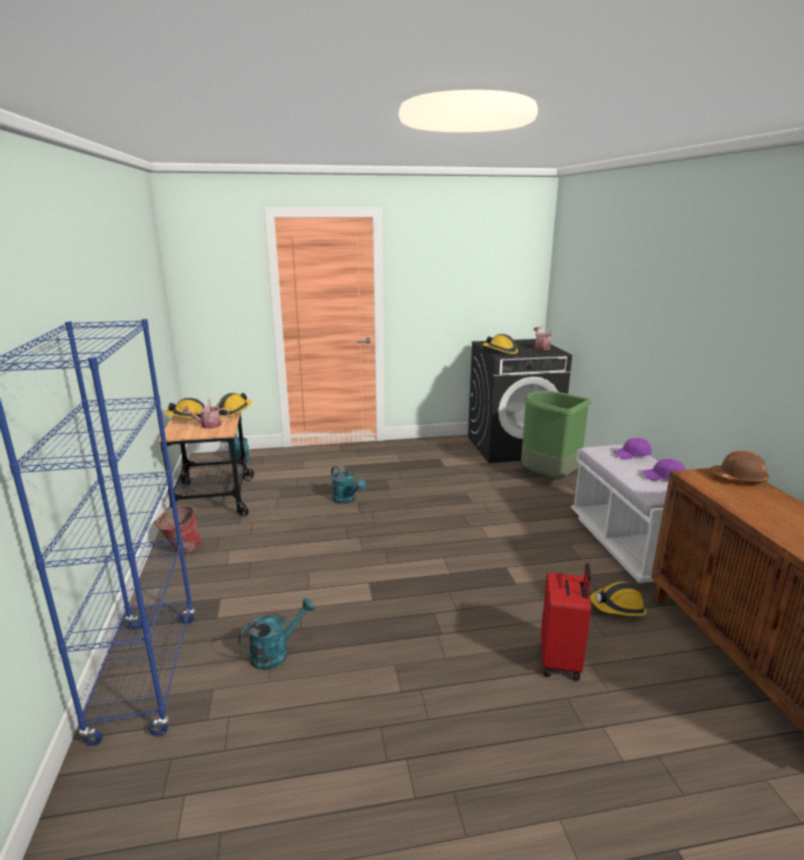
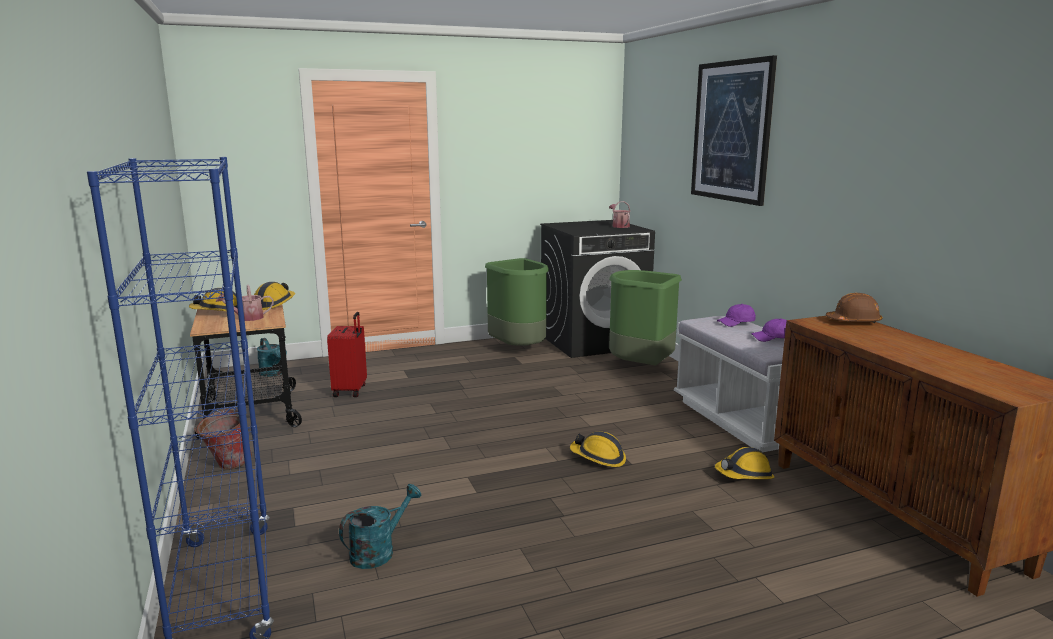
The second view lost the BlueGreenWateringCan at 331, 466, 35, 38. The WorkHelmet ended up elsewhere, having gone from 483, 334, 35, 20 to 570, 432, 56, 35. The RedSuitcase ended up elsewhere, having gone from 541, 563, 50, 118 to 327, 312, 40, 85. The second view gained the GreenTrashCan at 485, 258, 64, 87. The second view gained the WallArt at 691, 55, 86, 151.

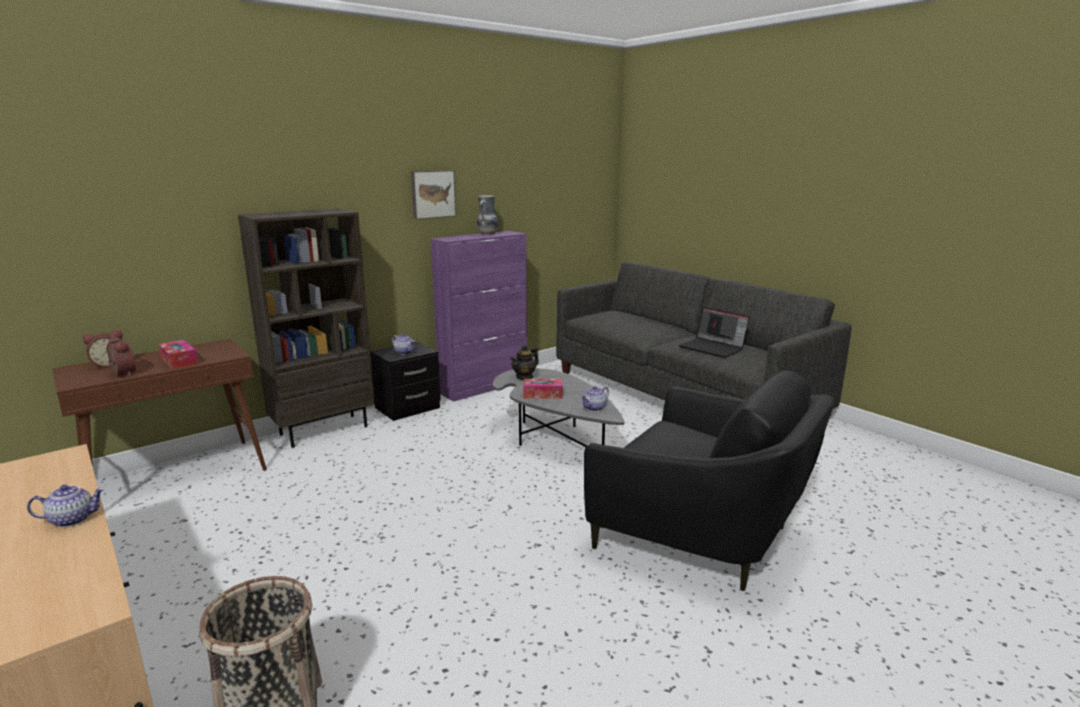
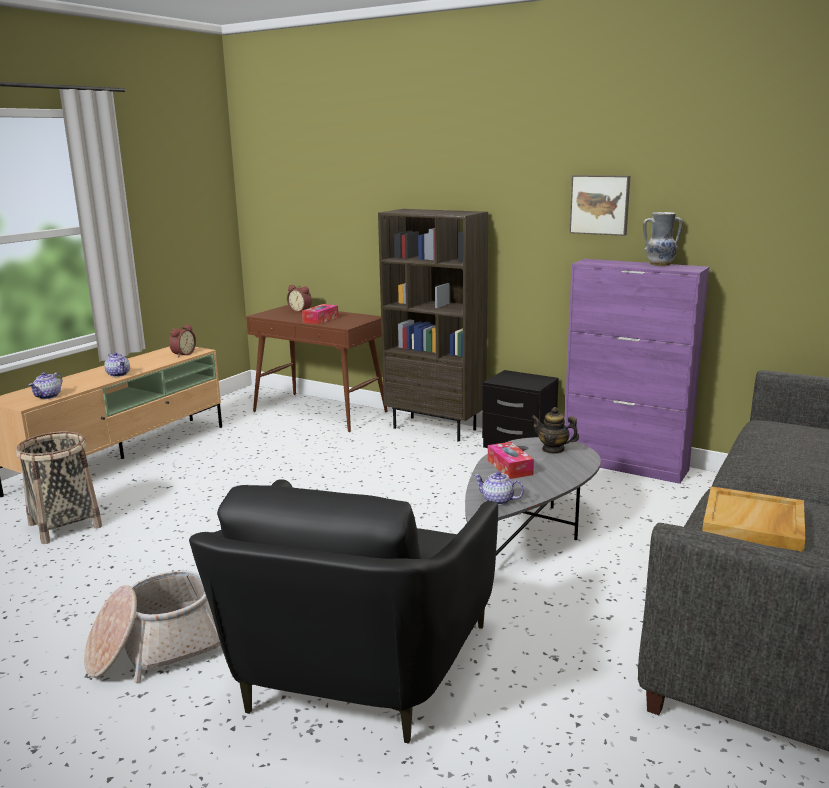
The AlarmClock ended up elsewhere, having gone from 107, 336, 29, 40 to 169, 324, 27, 33. The PotForTea ended up elsewhere, having gone from 392, 334, 23, 21 to 29, 372, 33, 27. Where the PortableComputer stood at 679, 307, 71, 51, the BeigeColouredServingTray came to stand at 702, 486, 104, 66. The second view gained the HouseholdBasket at 84, 571, 138, 112.

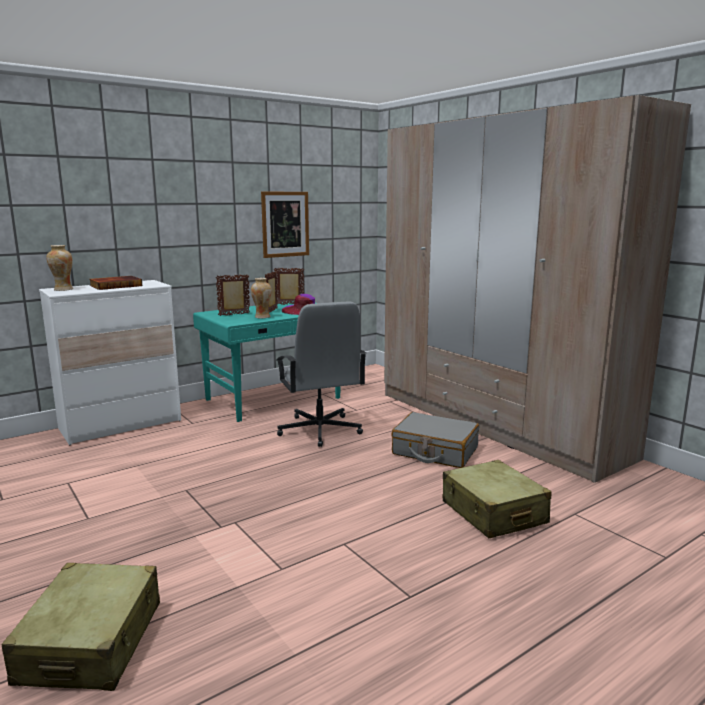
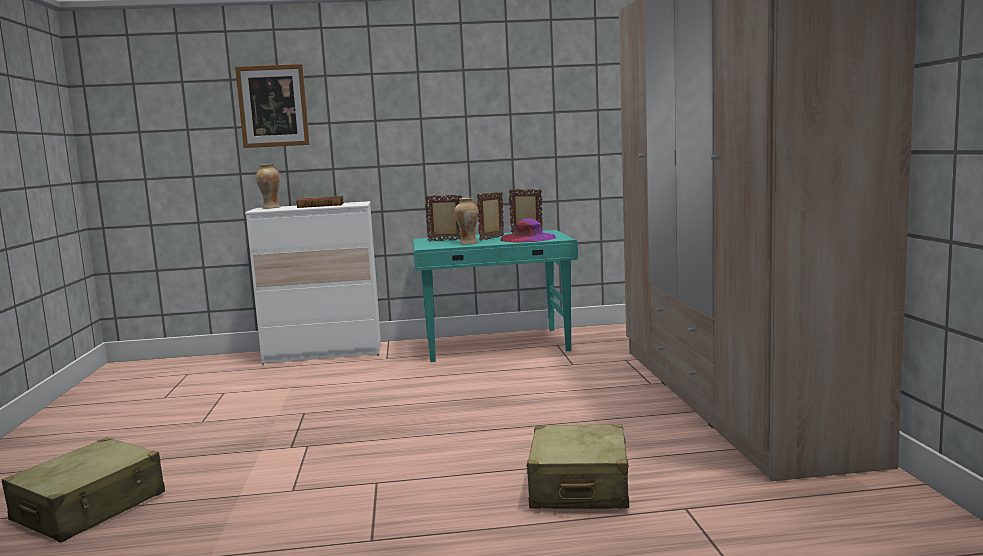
The WallArt ended up elsewhere, having gone from 261, 192, 48, 66 to 235, 64, 75, 84. The second view lost the GrayDeskChair at 276, 302, 91, 145. The second view lost the GraySuitcase at 391, 412, 88, 56.

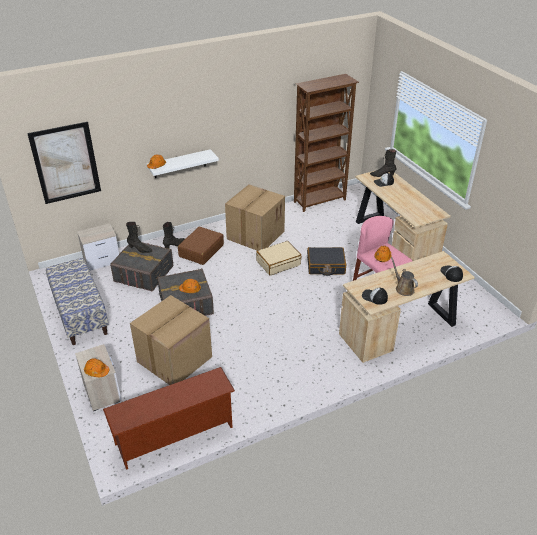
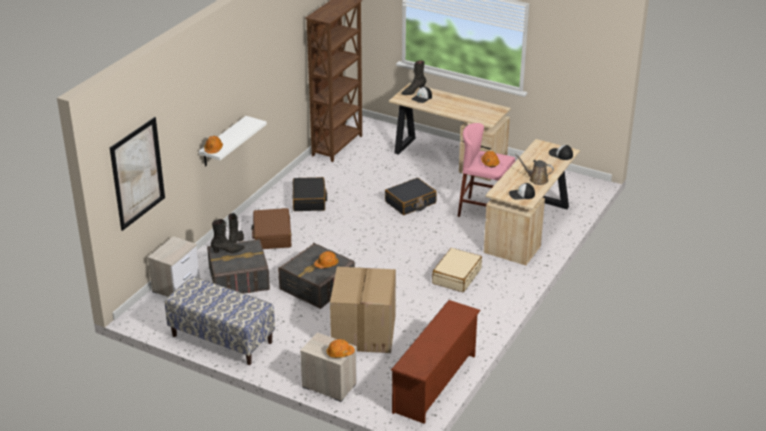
Where the Carton stood at 225, 184, 60, 67, the BlackColouredSuitcase came to stand at 292, 177, 35, 34. The BeigeColouredSuitcase ended up elsewhere, having gone from 256, 241, 45, 35 to 432, 248, 50, 44.

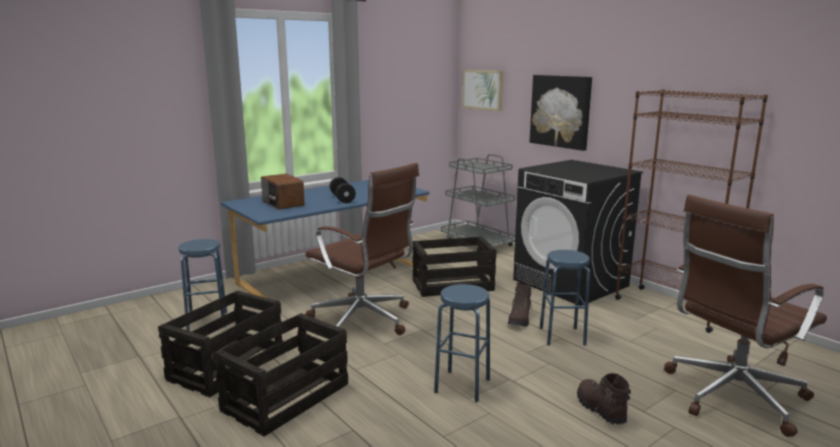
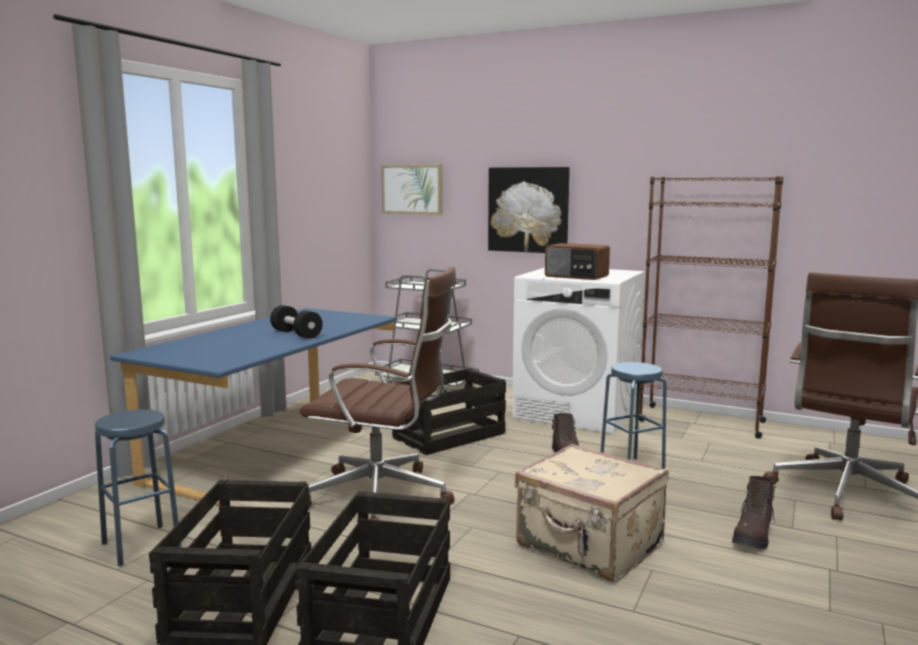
The RadioReceiver ended up elsewhere, having gone from 261, 174, 44, 35 to 545, 243, 65, 37. Where the BluishSittingStool stood at 434, 284, 56, 119, the BeigeColouredSuitcase came to stand at 515, 444, 154, 138. What was the BlackColouredLaundryMachine at 513, 160, 130, 146 turned into the WhitishLaundryMachine at 512, 268, 133, 166. The BrownishHighTopBoot at 577, 373, 54, 52 ended up facing another way, 105 degrees counterclockwise from before.

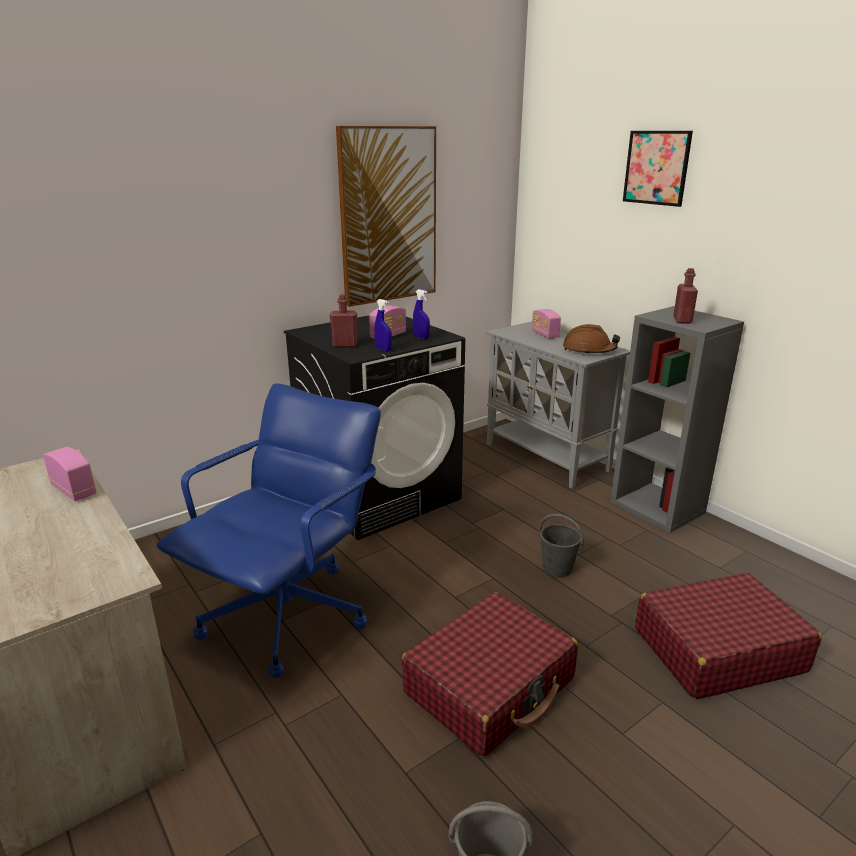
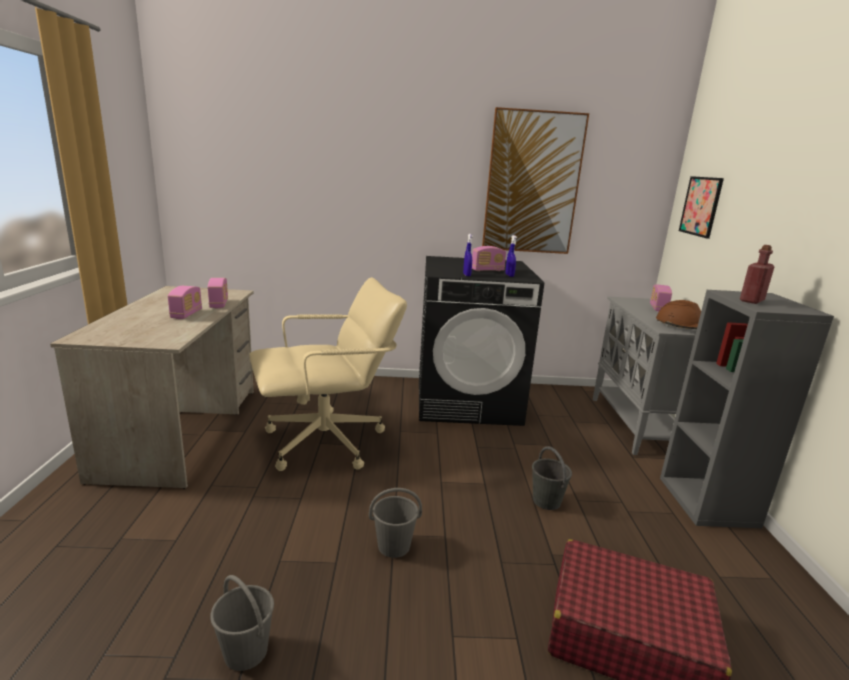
What was the BluishDeskChair at 156, 383, 225, 296 turned into the BeigeColouredDeskChair at 249, 277, 158, 194. The second view lost the RedBeverageBottle at 329, 294, 28, 53. Where the RedSuitcase stood at 402, 592, 176, 165, the GrayPail came to stand at 369, 488, 53, 70. The WallArt ended up elsewhere, having gone from 623, 131, 70, 76 to 679, 176, 45, 63. The second view gained the RadioReceiver at 168, 286, 34, 33.

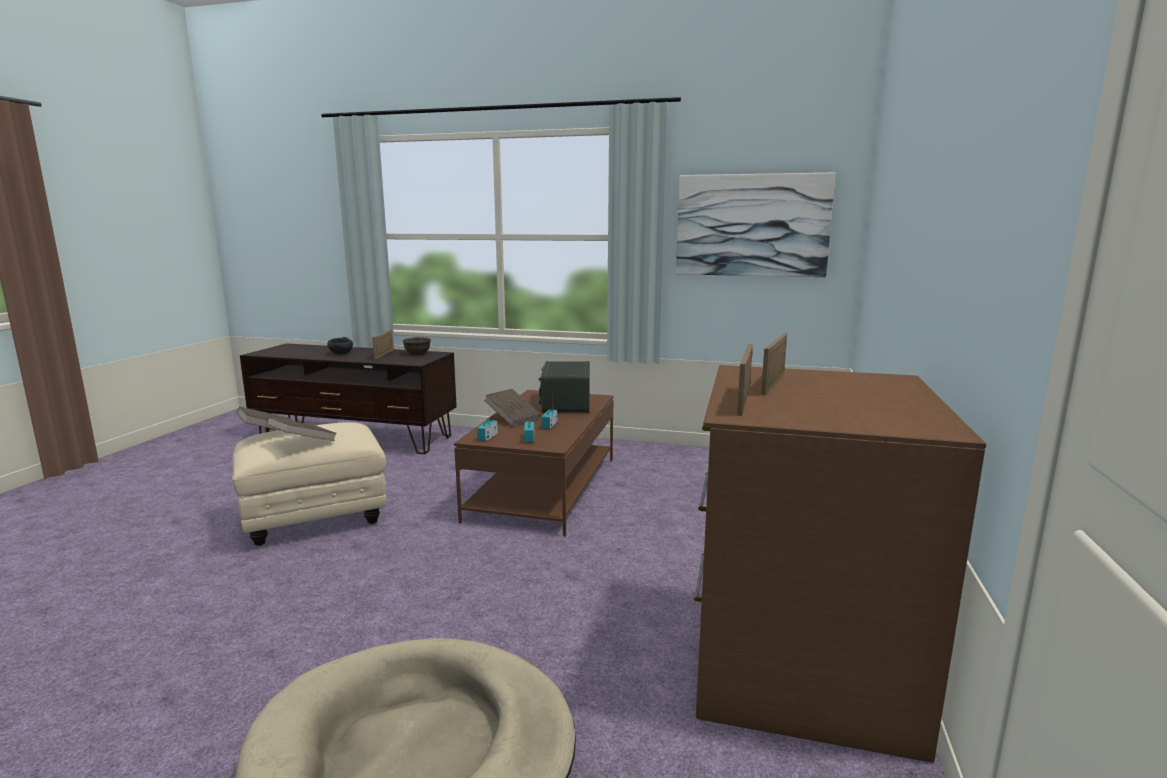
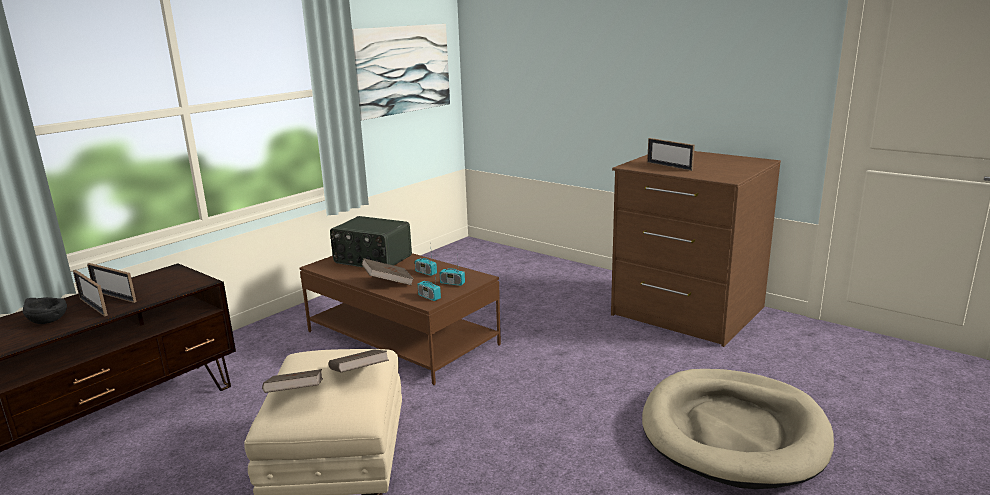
The second view lost the BrownishBowl at 403, 337, 28, 18. The PhotoFrame ended up elsewhere, having gone from 737, 344, 16, 72 to 73, 270, 35, 46.

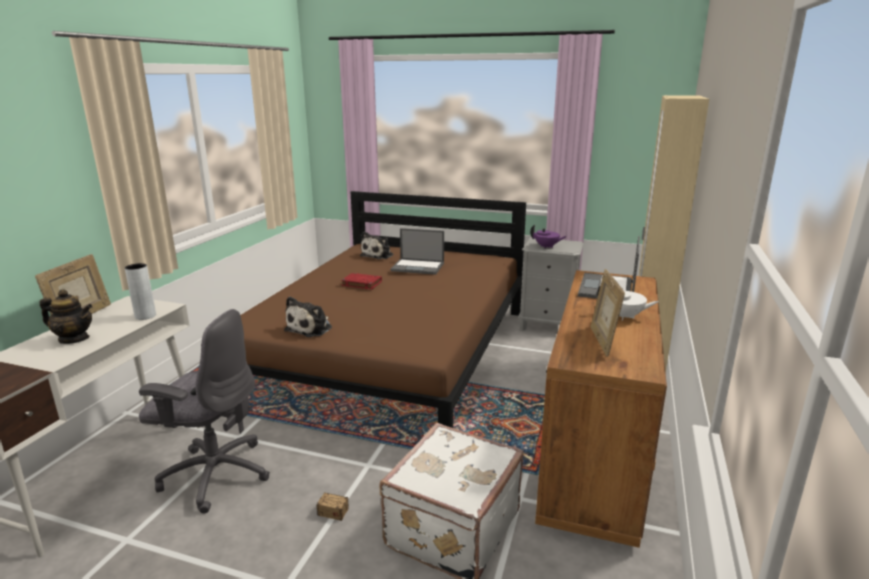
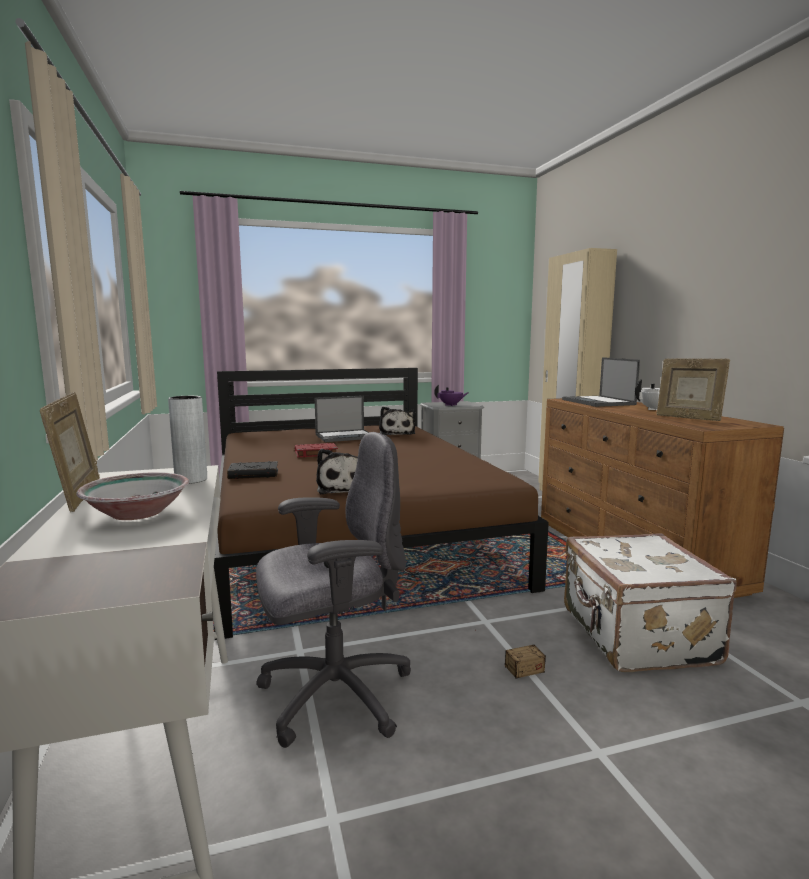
Where the PotForTea stood at 39, 289, 53, 55, the Bowl came to stand at 76, 472, 113, 48. The PlushToy ended up elsewhere, having gone from 360, 231, 33, 28 to 379, 407, 37, 28. The second view gained the BlackColouredBook at 227, 461, 51, 18.

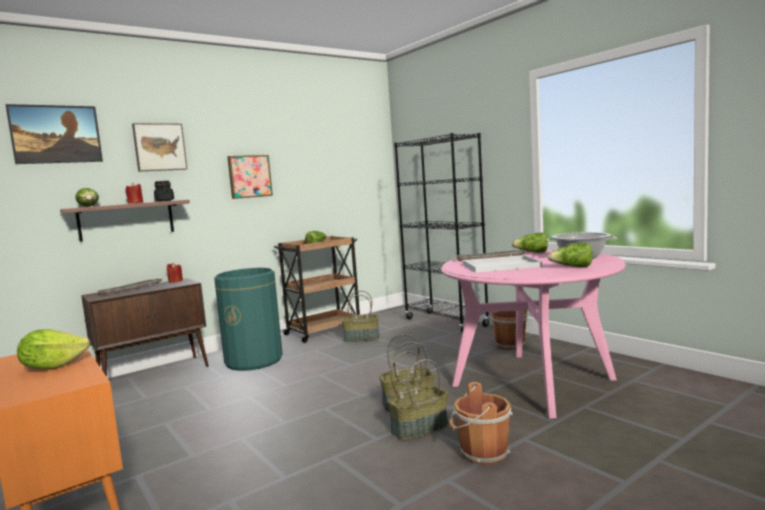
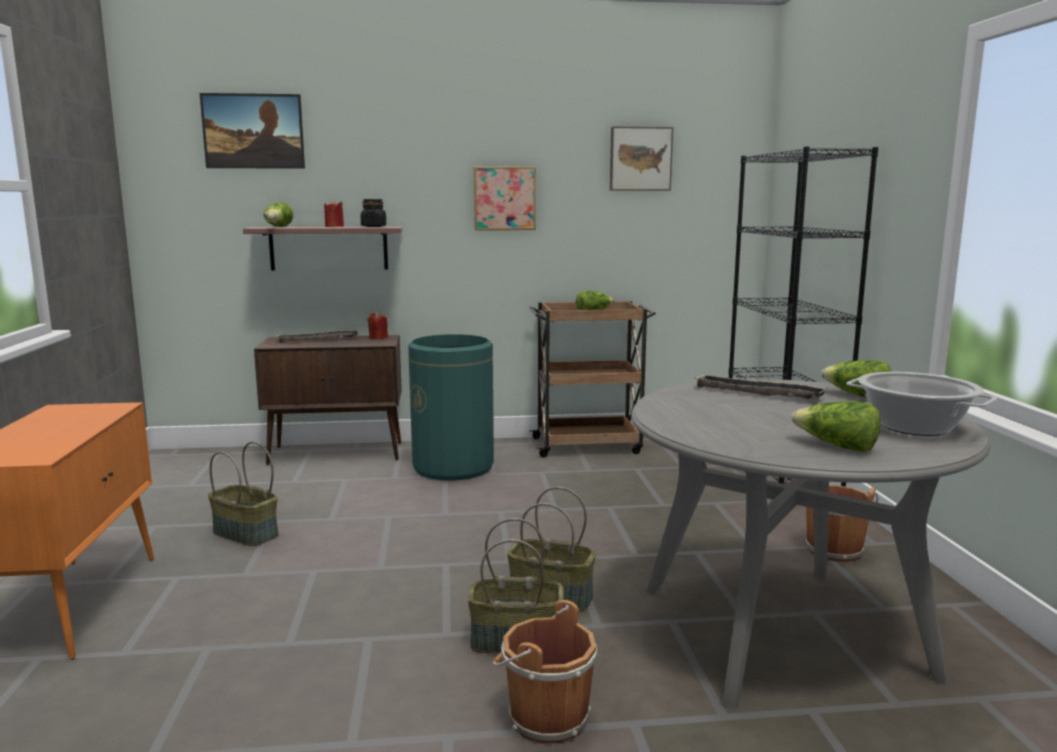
The second view lost the LettuceHead at 17, 329, 73, 40. The WallArt ended up elsewhere, having gone from 132, 123, 55, 49 to 610, 127, 63, 63. The HouseholdBasket ended up elsewhere, having gone from 342, 290, 37, 52 to 208, 441, 71, 105. What was the PinkishDinnerTable at 441, 250, 185, 168 turned into the GrayDinnerTable at 631, 379, 360, 331. The second view lost the WhitishServingTray at 463, 255, 79, 18.

